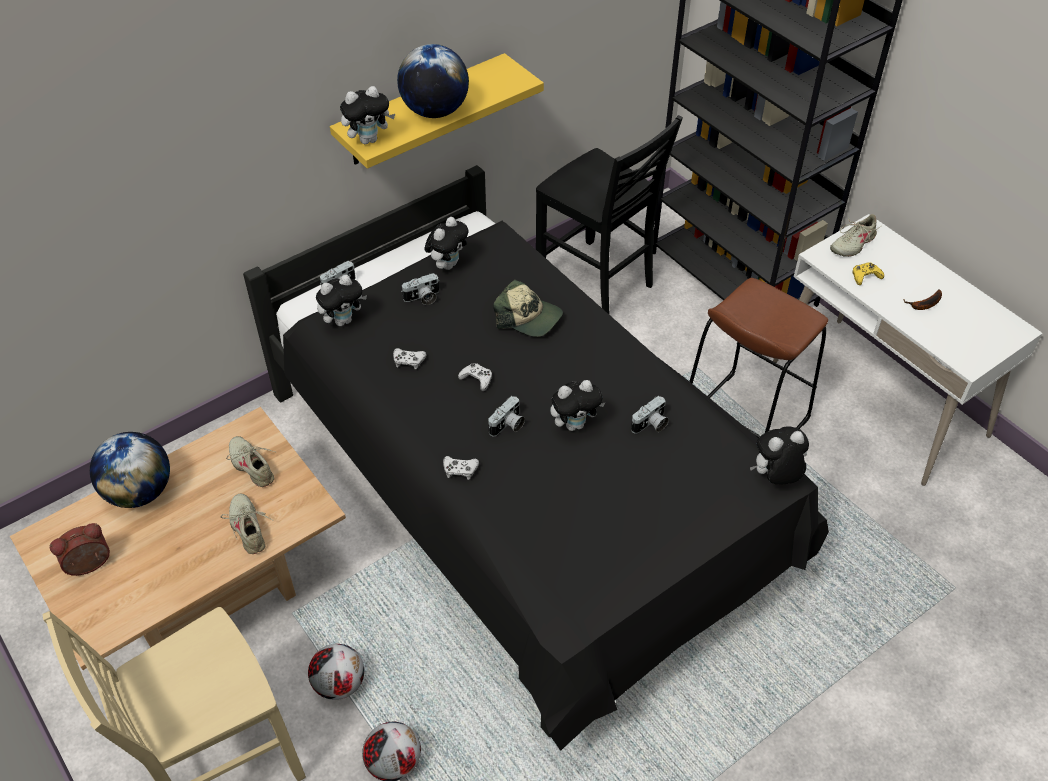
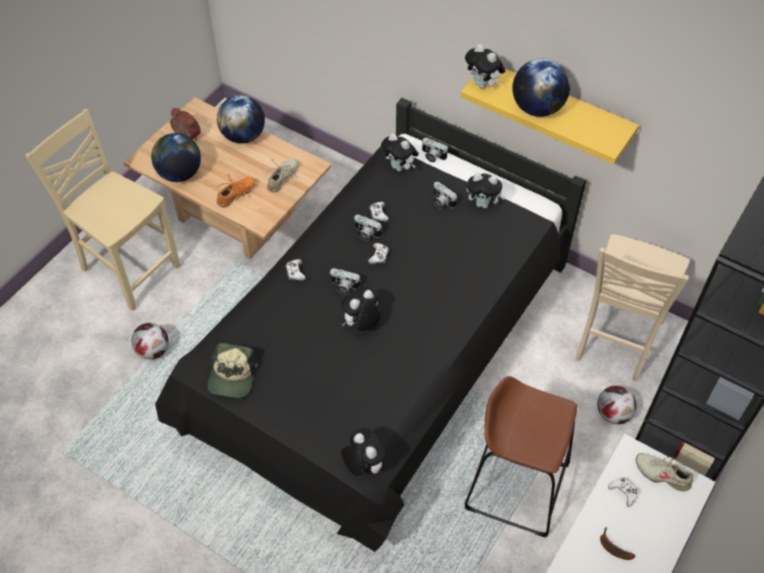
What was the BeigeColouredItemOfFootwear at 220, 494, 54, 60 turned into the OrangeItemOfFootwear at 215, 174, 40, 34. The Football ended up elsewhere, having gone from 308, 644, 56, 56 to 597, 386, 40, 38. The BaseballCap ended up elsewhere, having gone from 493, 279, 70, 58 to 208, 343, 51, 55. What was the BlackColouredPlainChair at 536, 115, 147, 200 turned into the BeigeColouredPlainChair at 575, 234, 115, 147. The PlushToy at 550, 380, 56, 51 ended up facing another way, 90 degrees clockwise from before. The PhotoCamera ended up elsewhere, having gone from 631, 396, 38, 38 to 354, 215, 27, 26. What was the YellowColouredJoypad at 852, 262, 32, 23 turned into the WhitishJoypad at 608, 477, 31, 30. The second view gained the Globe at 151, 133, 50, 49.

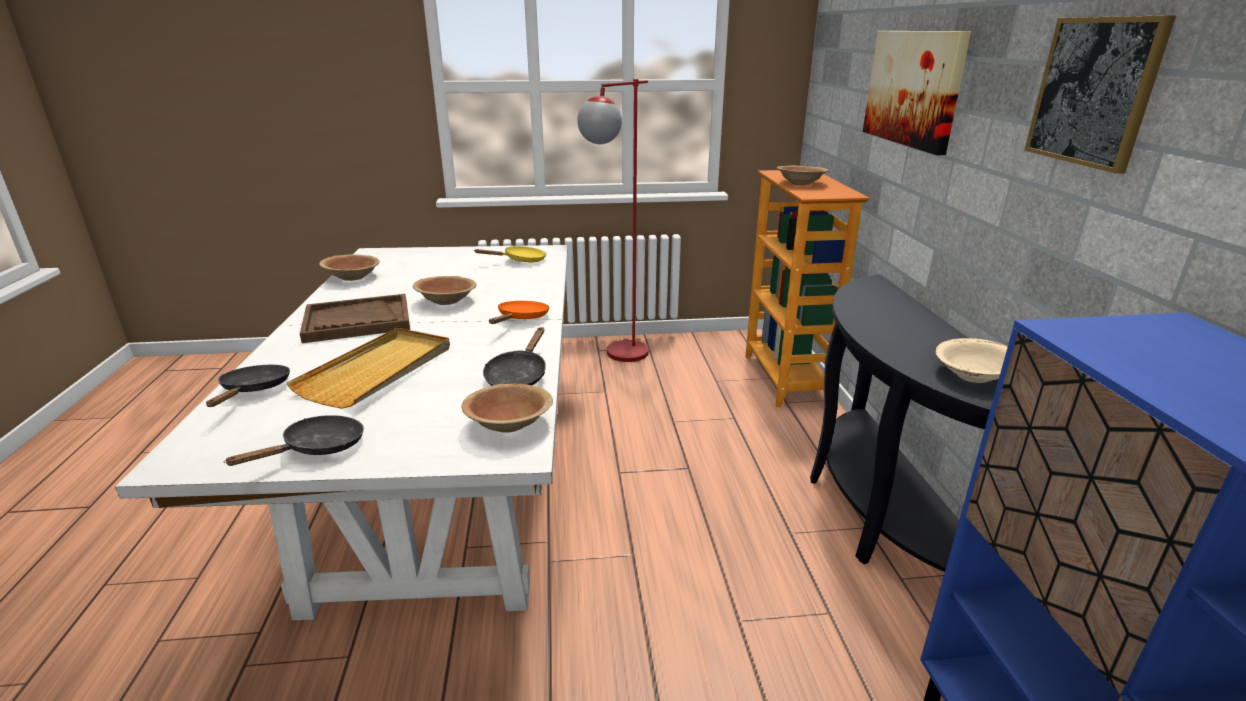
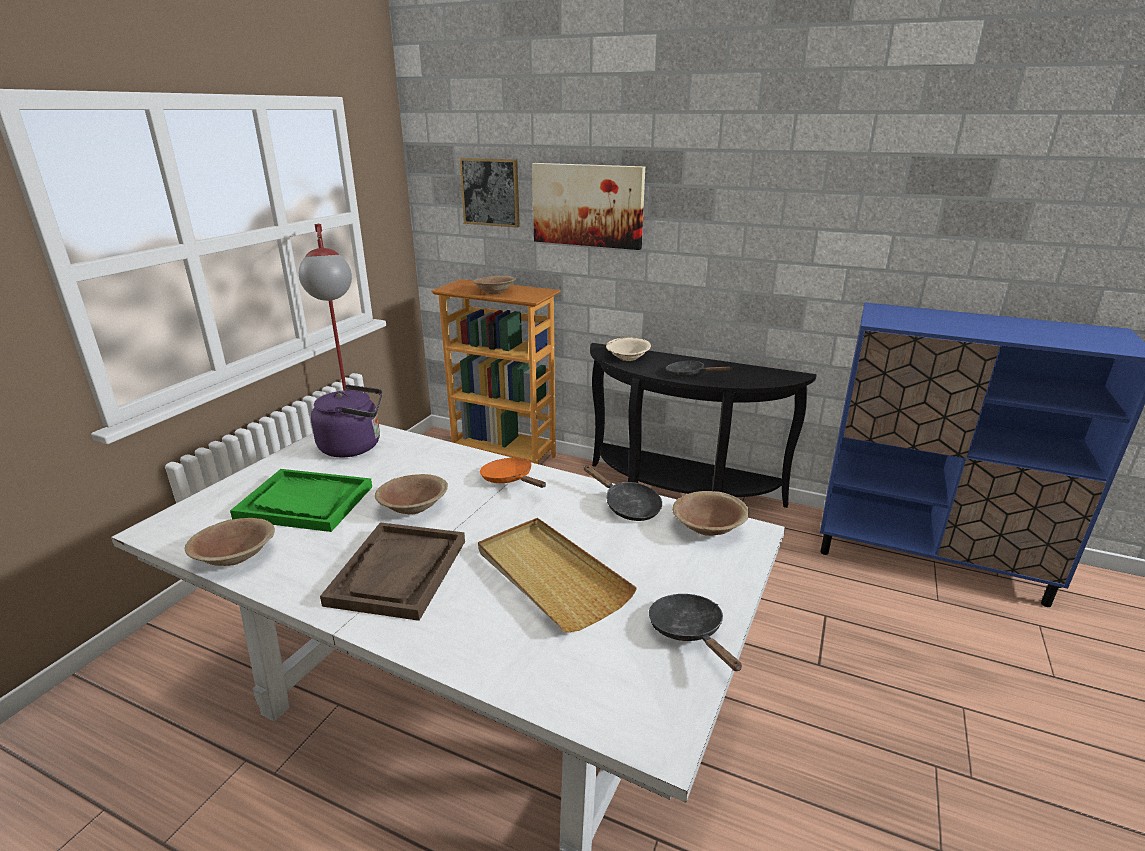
The BlackColouredSkillet ended up elsewhere, having gone from 206, 365, 84, 42 to 666, 360, 65, 16. Where the YellowColouredSkillet stood at 475, 246, 71, 16, the PurplishTeaKettle came to stand at 311, 385, 71, 73. The BeigeColouredBowl ended up elsewhere, having gone from 936, 338, 72, 45 to 606, 337, 45, 24. The WallArt ended up elsewhere, having gone from 1024, 15, 152, 159 to 459, 158, 61, 70. The second view gained the GreenServingTray at 230, 469, 142, 63.

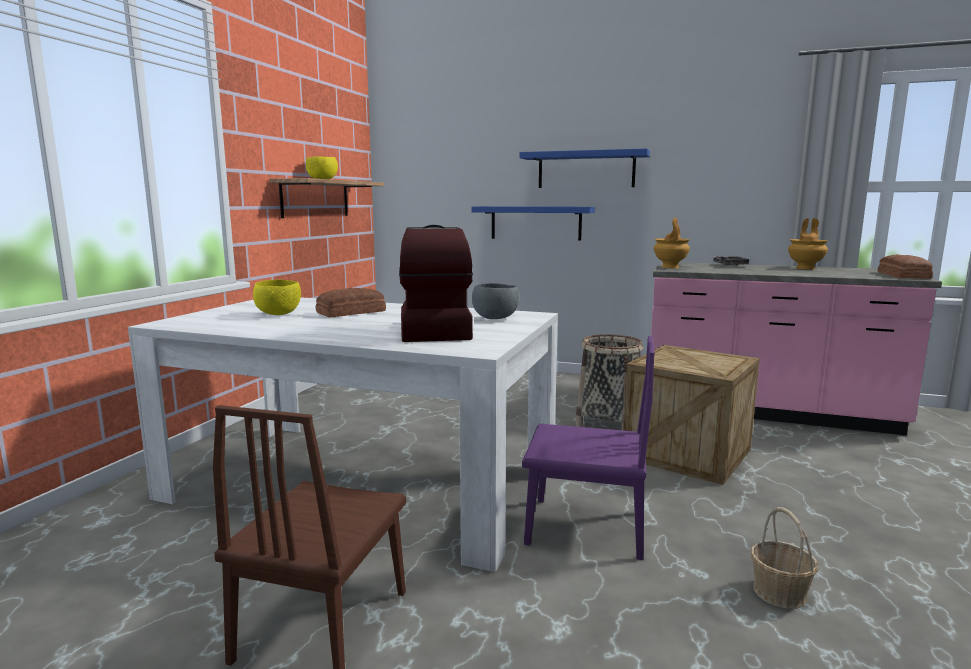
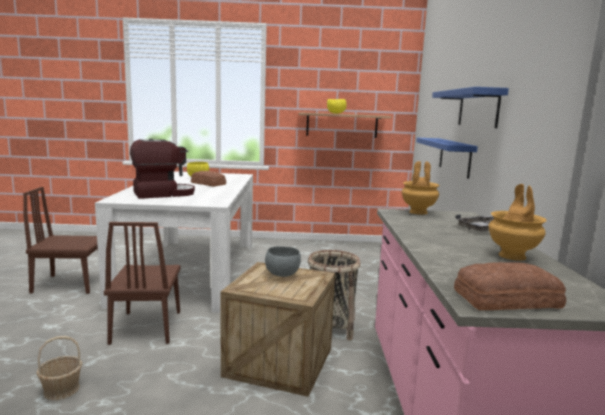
The GrayBowl ended up elsewhere, having gone from 472, 283, 47, 36 to 265, 246, 36, 31. What was the PurplishPlainChair at 522, 336, 133, 224 turned into the BrownishPlainChair at 104, 222, 77, 123.

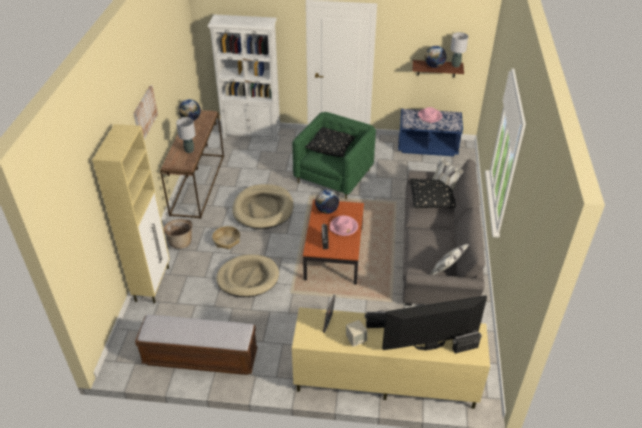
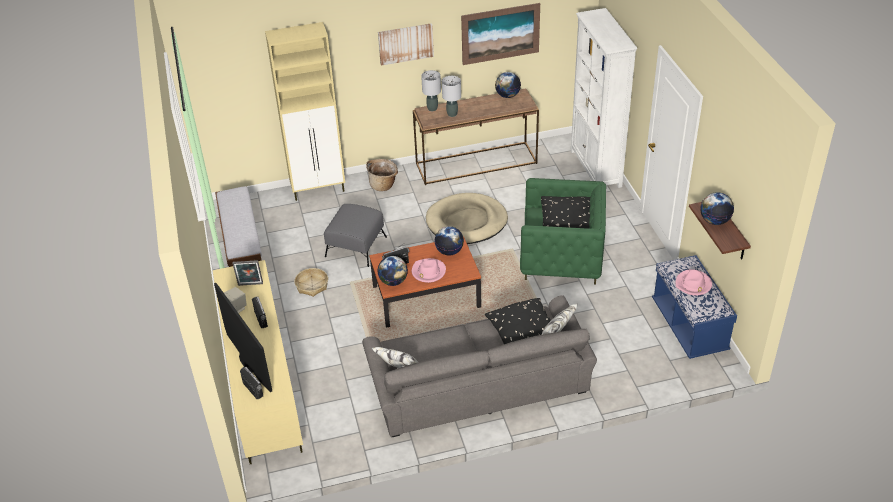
The HouseholdBasket ended up elsewhere, having gone from 212, 226, 28, 23 to 294, 268, 34, 29. Where the BeigeColouredDogCushion stood at 216, 254, 63, 43, the GrayPouffe came to stand at 324, 204, 63, 63. The GrayLampForATable ended up elsewhere, having gone from 451, 32, 17, 35 to 421, 70, 20, 41. The second view gained the Globe at 378, 256, 30, 30. The second view gained the WallArt at 461, 3, 79, 62.

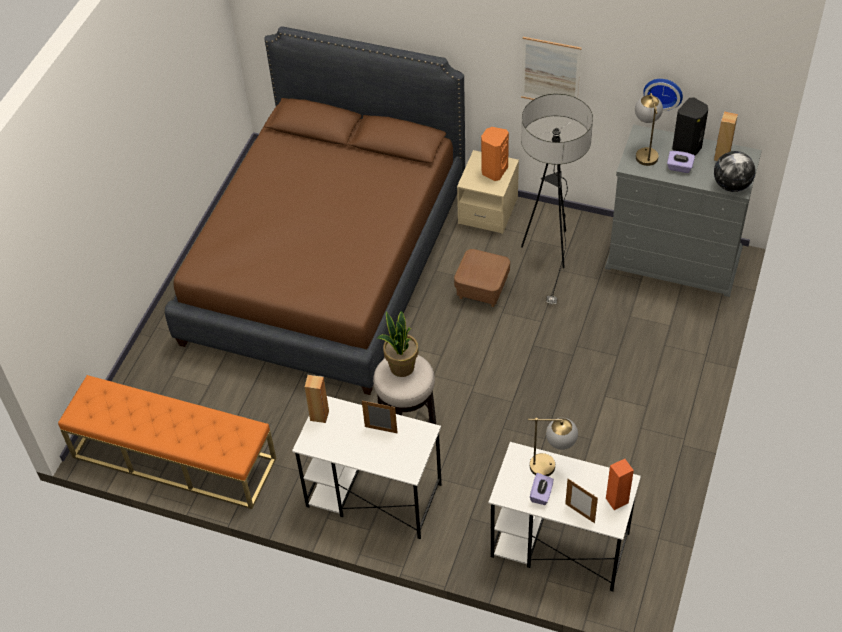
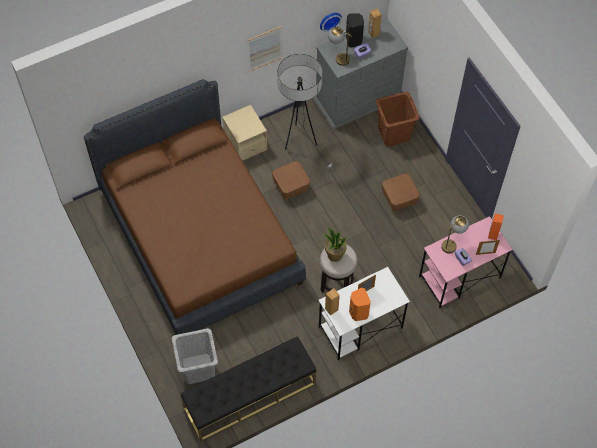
What was the OrangeLongSeat at 58, 375, 218, 134 turned into the BlackColouredLongSeat at 180, 336, 136, 105. The OrangeAudioSpeaker ended up elsewhere, having gone from 481, 127, 28, 54 to 349, 288, 22, 33. What was the WhitishDeskUnit at 488, 442, 153, 149 turned into the PinkishDeskUnit at 419, 216, 94, 92. The second view lost the Globe at 714, 151, 41, 41. The second view gained the GrayLaundryBasket at 172, 328, 46, 56. The second view gained the BrownishLaundryBasket at 375, 92, 45, 54. The second view gained the BrownishPouffe at 382, 174, 38, 39.

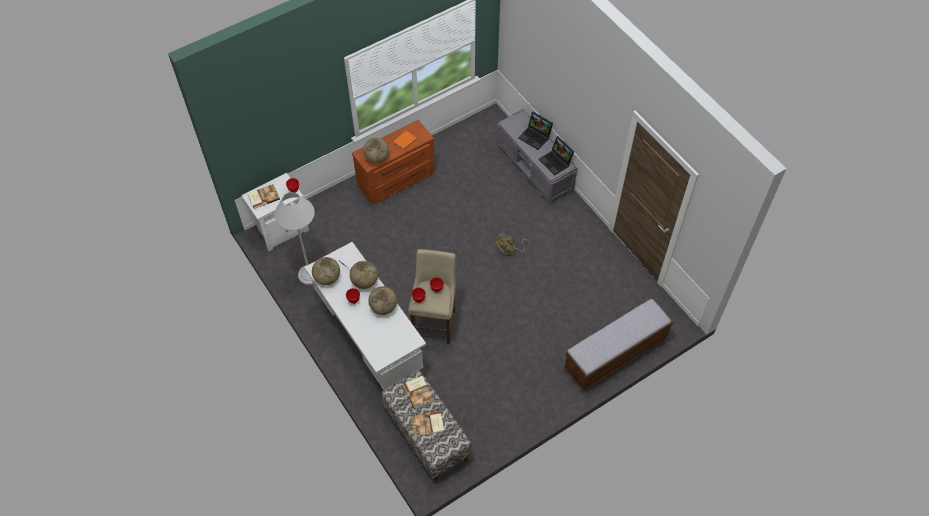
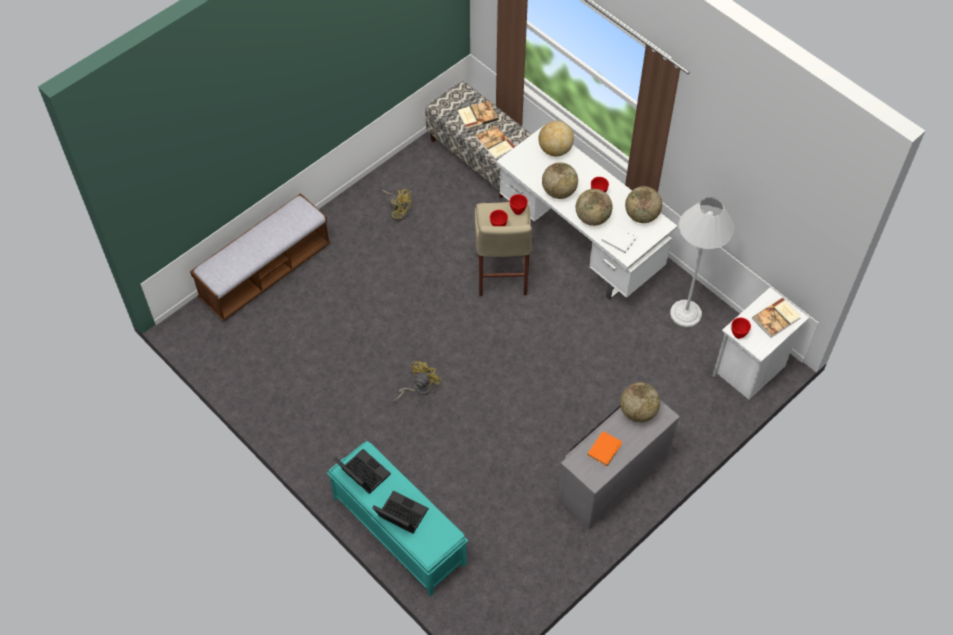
What was the BrownishDresser at 352, 120, 83, 85 turned into the GrayDresser at 557, 400, 123, 130. What was the GrayLongSeat at 497, 109, 81, 97 turned into the BlueGreenLongSeat at 327, 441, 141, 156. The second view gained the YellowColouredElectricFan at 382, 189, 29, 32. The second view gained the Globe at 538, 121, 36, 35.

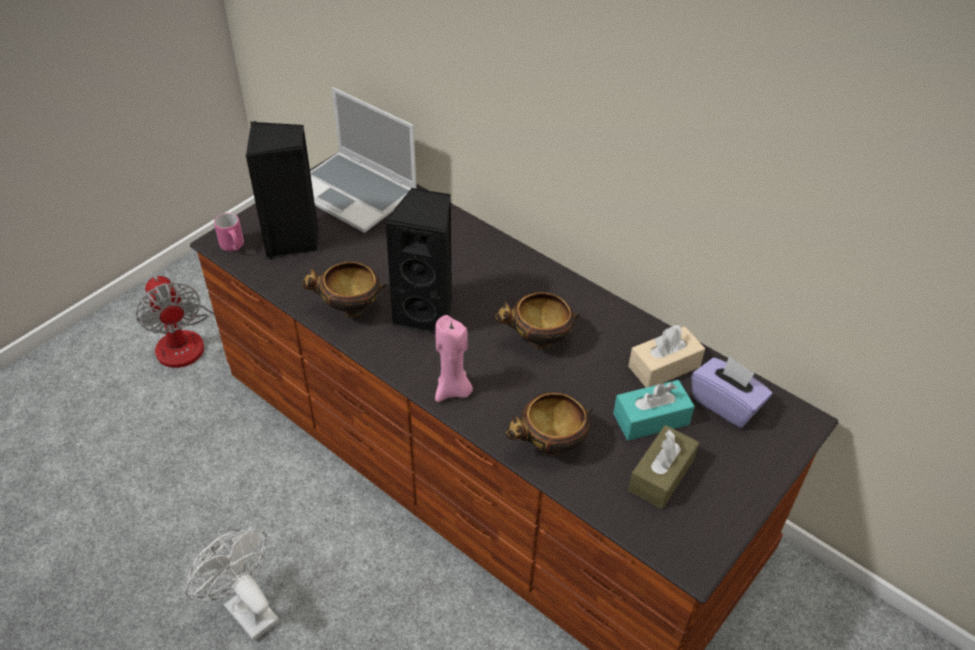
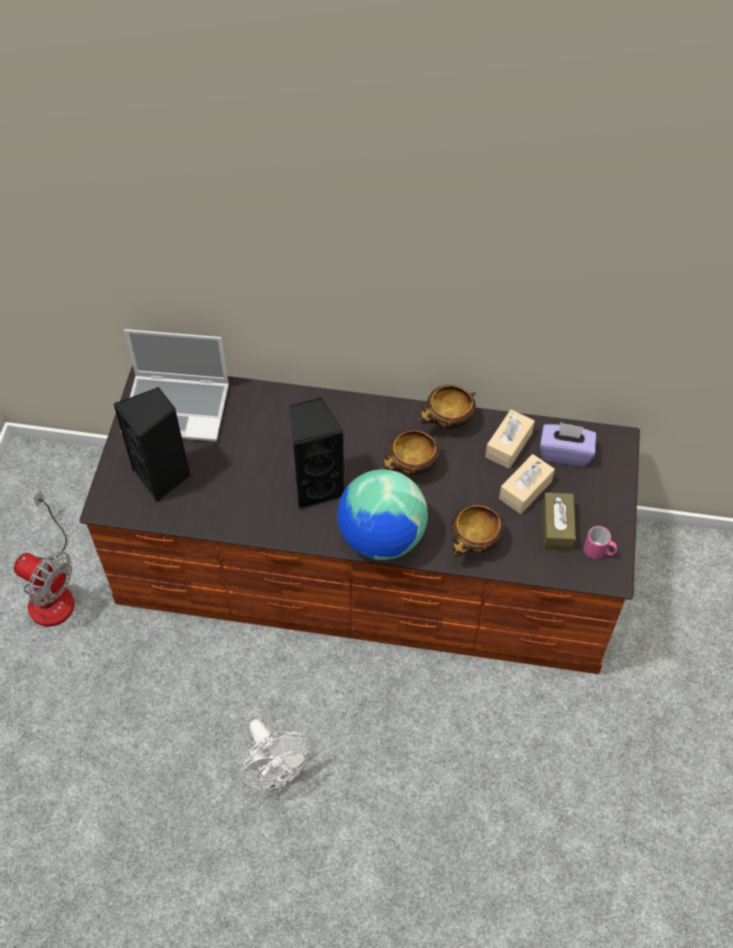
The WhitishElectricFan at 186, 530, 93, 111 ended up facing another way, 135 degrees counterclockwise from before. The PinkishMug ended up elsewhere, having gone from 214, 213, 30, 38 to 584, 526, 33, 33. The Bowl ended up elsewhere, having gone from 301, 262, 86, 55 to 419, 385, 57, 45. Where the PinkishCandle stood at 435, 315, 38, 87, the Globe came to stand at 337, 469, 91, 91. What was the BlueGreenTissueBox at 613, 380, 82, 61 turned into the BeigeColouredTissueBox at 499, 454, 56, 60.

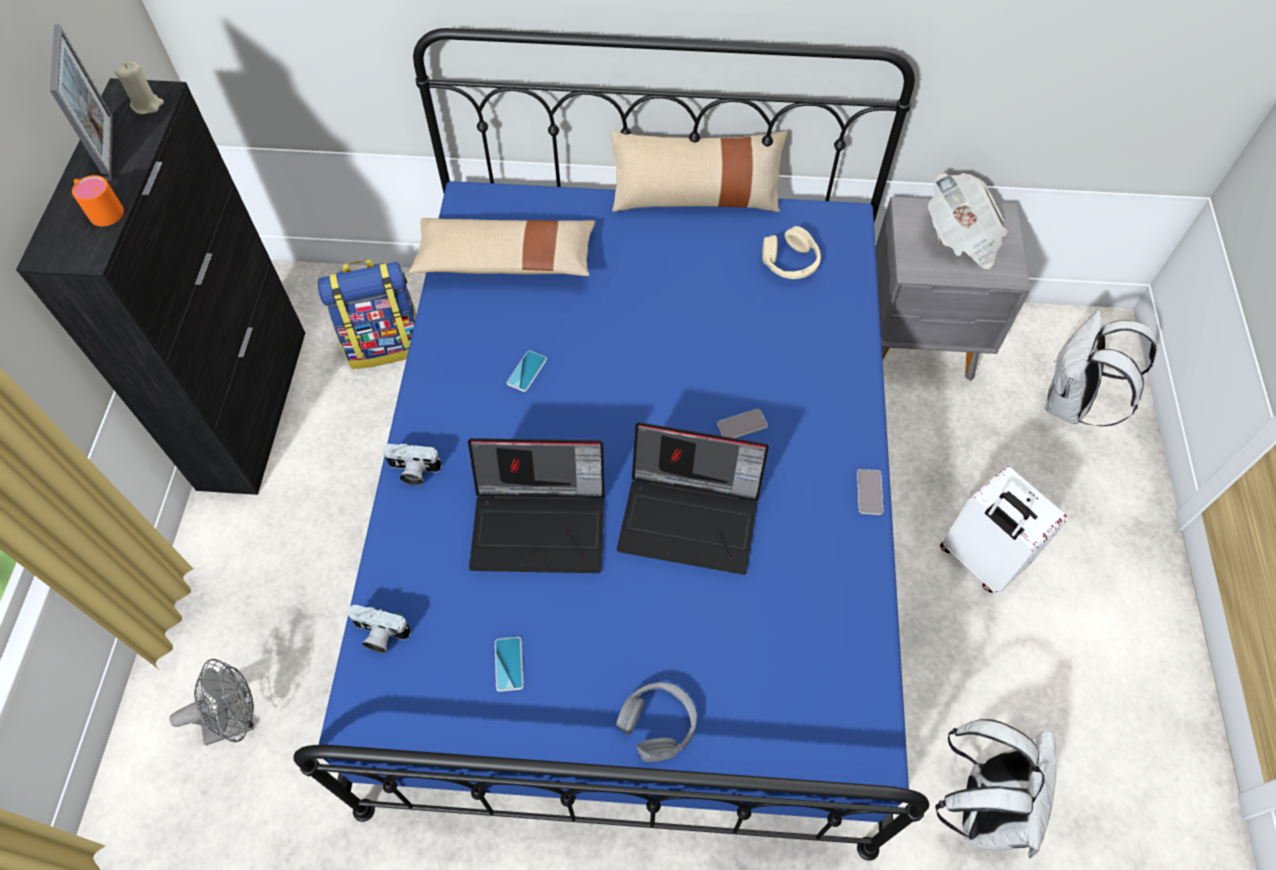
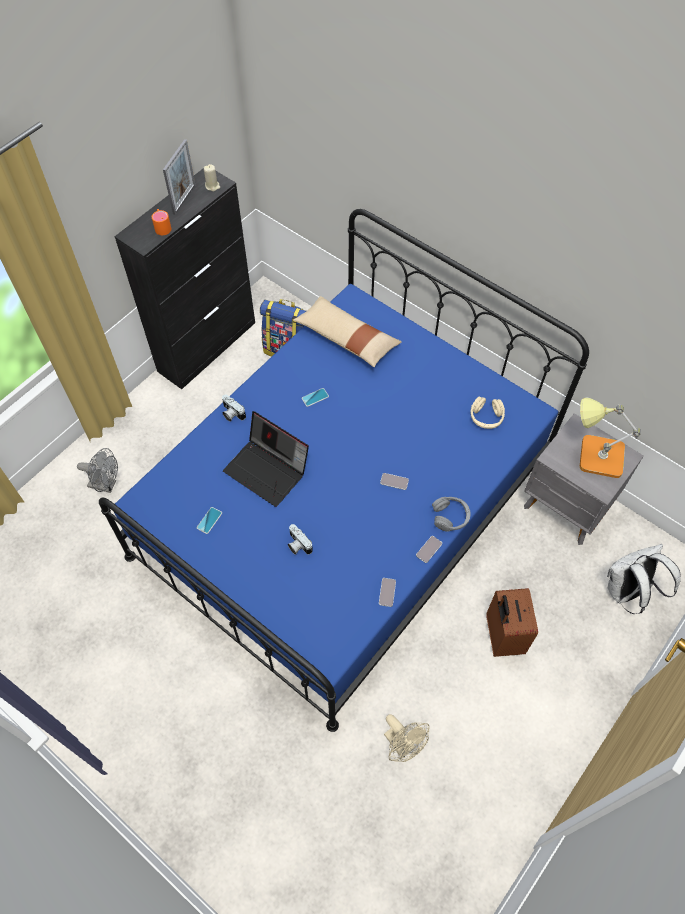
The PhotoCamera ended up elsewhere, having gone from 348, 605, 63, 48 to 288, 524, 25, 31. The second view lost the BeigeColouredCushion at 611, 131, 177, 81. The GrayHeadphones ended up elsewhere, having gone from 616, 682, 81, 80 to 432, 497, 39, 35. The second view lost the PortableComputer at 617, 422, 152, 153. Where the Newspaper stood at 928, 173, 80, 96, the LampForATable came to stand at 580, 397, 61, 81. Where the WhitishKnapsack stood at 935, 719, 122, 139, the BeigeColouredElectricFan came to stand at 384, 714, 46, 48. What was the WhitishSuitcase at 940, 467, 128, 127 turned into the BrownishSuitcase at 486, 588, 52, 69. The second view gained the Handset at 379, 578, 17, 29.

